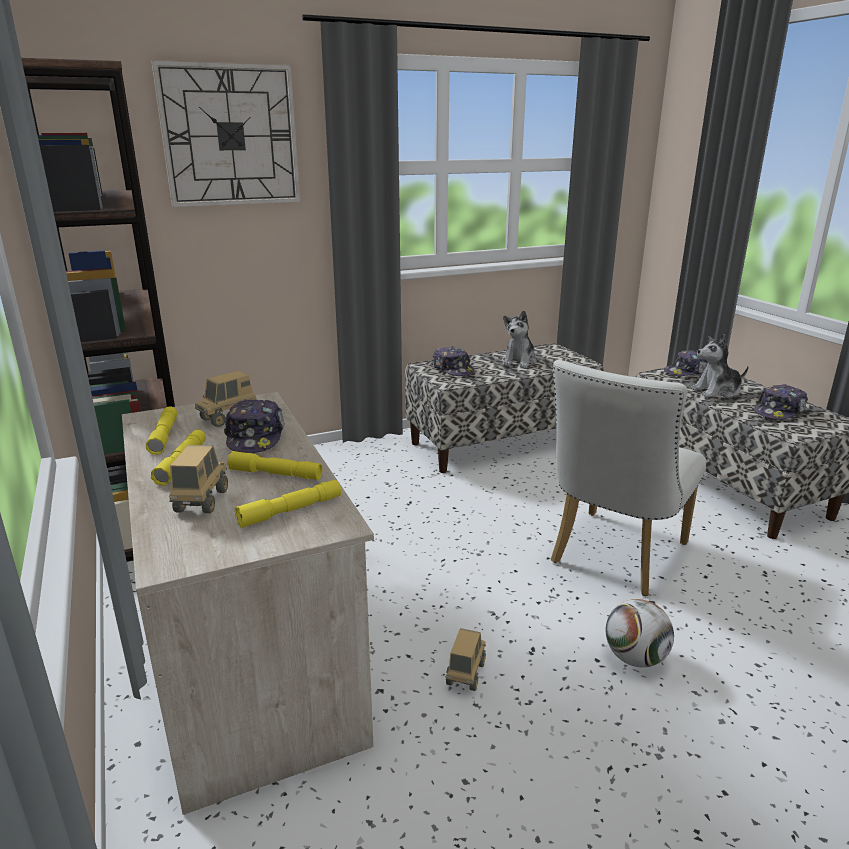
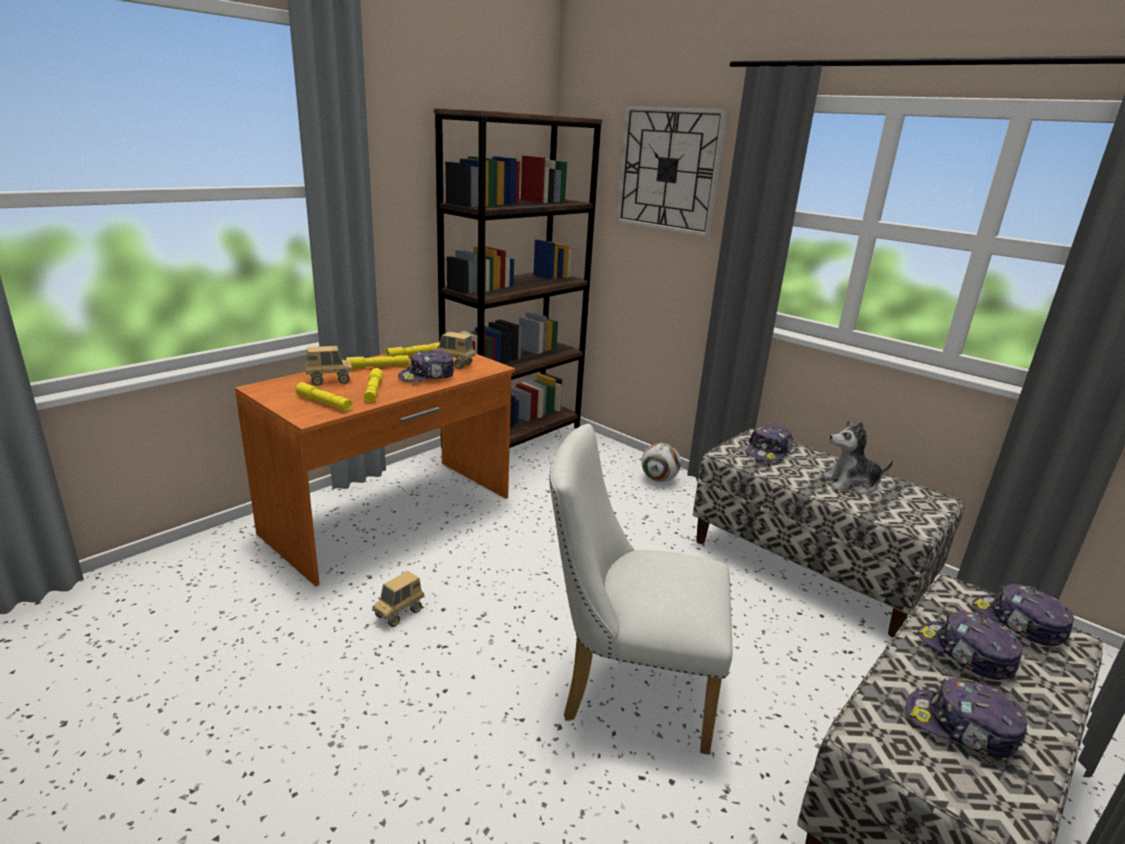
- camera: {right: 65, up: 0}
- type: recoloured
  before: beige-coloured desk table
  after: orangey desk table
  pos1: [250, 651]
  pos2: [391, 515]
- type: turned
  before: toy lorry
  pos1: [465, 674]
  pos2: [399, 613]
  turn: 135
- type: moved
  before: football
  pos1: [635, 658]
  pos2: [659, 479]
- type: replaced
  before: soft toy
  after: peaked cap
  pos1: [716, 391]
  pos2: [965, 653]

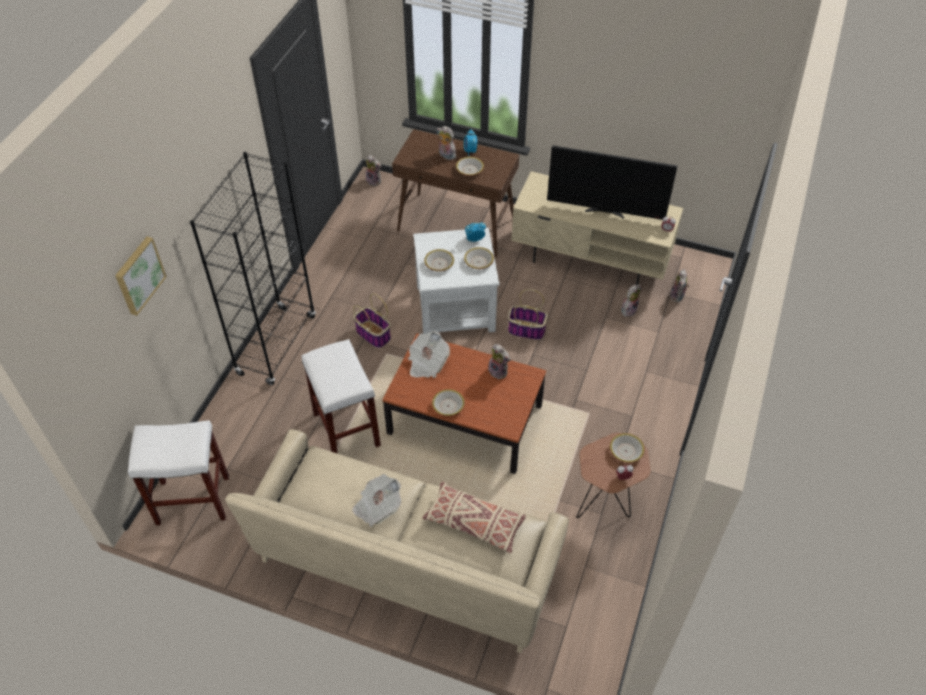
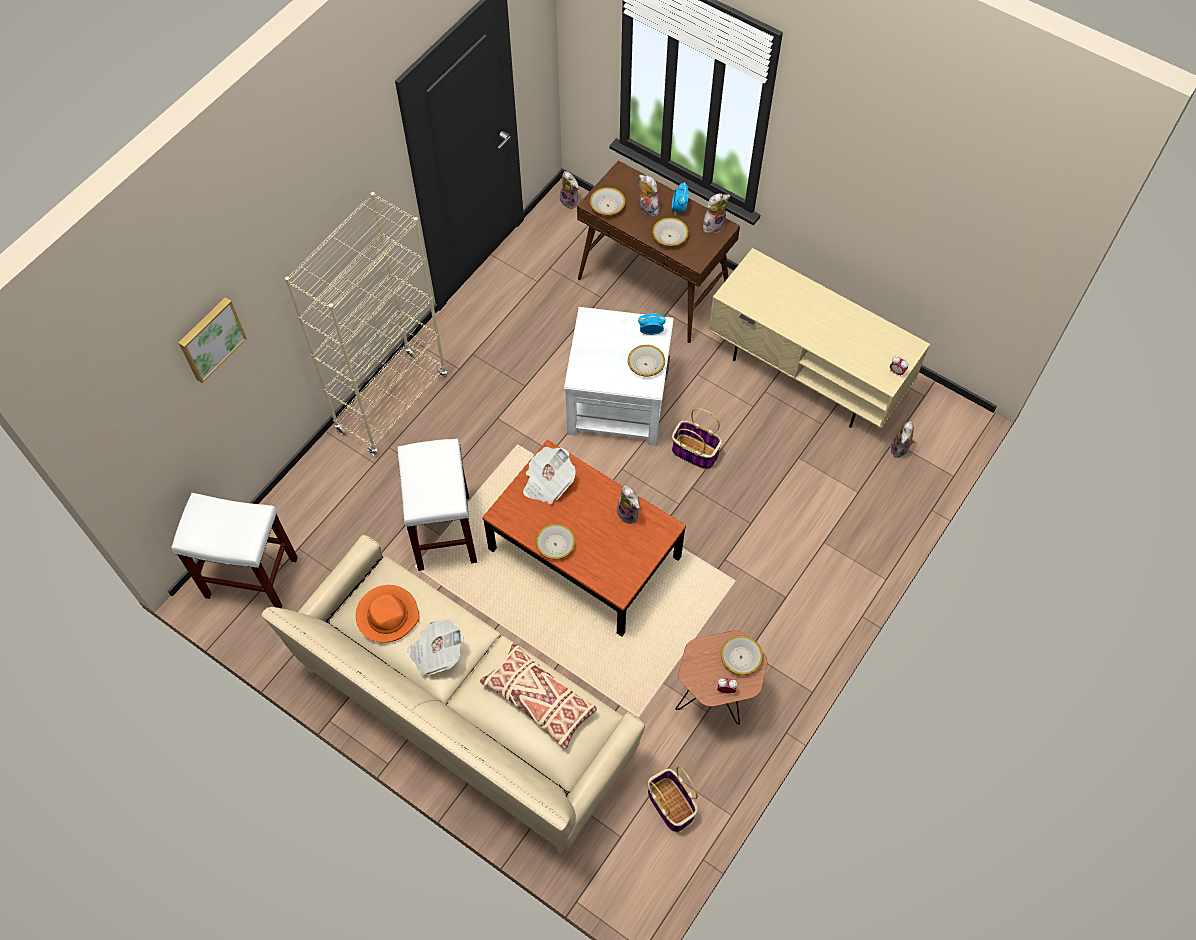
- camera: {right: 15, up: 10}
- type: recoloured
  before: black bookcase
  after: beige-coloured bookcase
  pos1: [276, 345]
  pos2: [393, 404]
- type: moved
  before: storage basket
  pos1: [374, 335]
  pos2: [671, 805]
- type: moved
  before: serving bowl
  pos1: [439, 264]
  pos2: [607, 206]
- type: removed
  before: TV set
  pos1: [605, 212]
- type: moved
  before: soft toy
  pos1: [628, 309]
  pos2: [713, 224]
- type: added
  after: orangey clothing hat
  pos2: [387, 615]

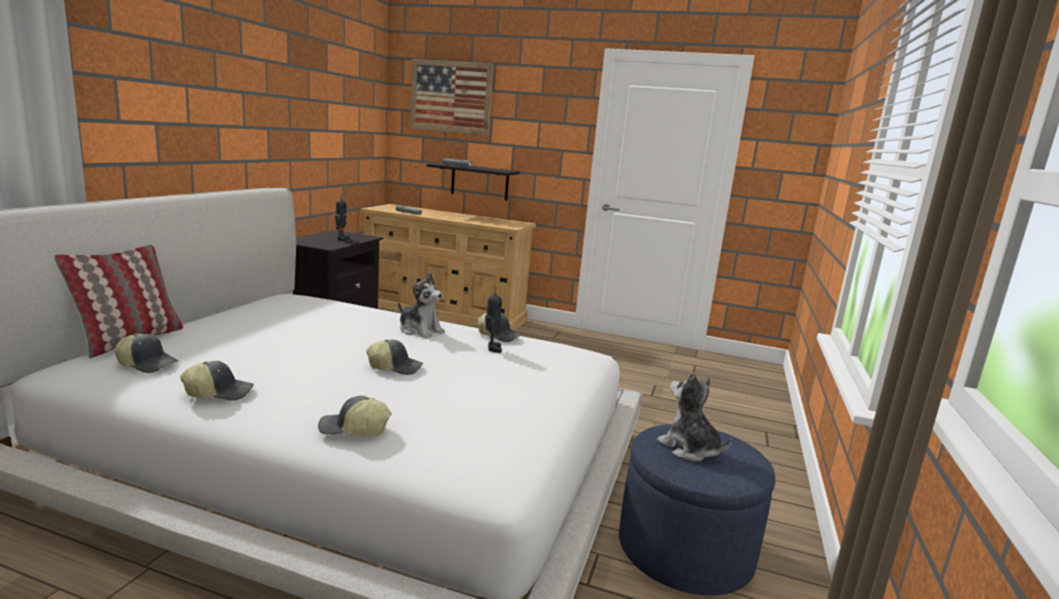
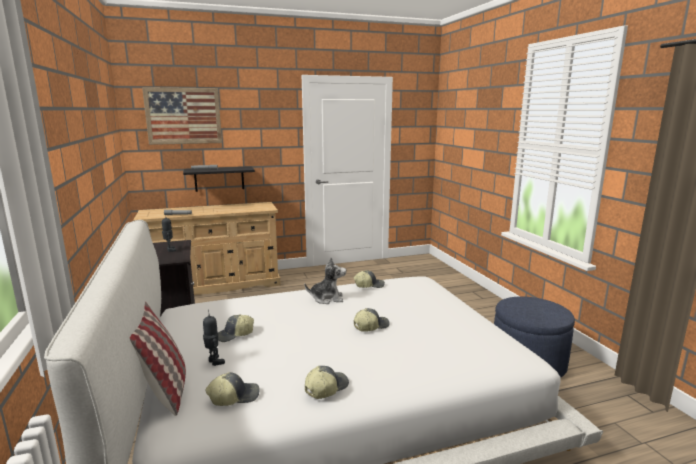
- camera: {right: -35, up: 0}
- type: moved
  before: peaked cap
  pos1: [353, 430]
  pos2: [234, 335]
- type: moved
  before: robot figure
  pos1: [492, 348]
  pos2: [214, 362]
- type: removed
  before: soft toy
  pos1: [689, 449]

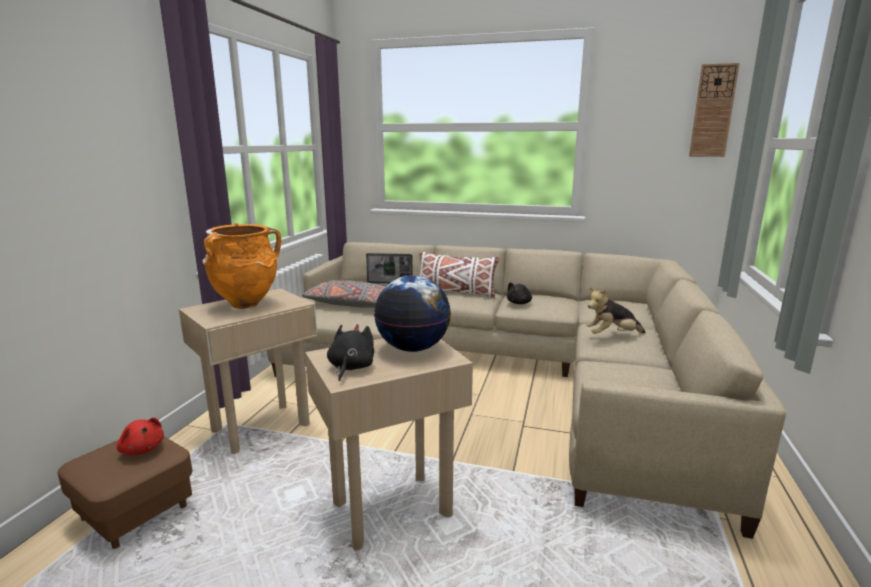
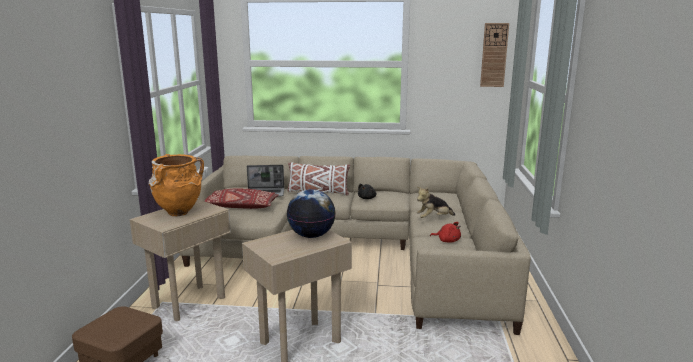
- camera: {right: -10, up: 0}
- type: moved
  before: red soft toy
  pos1: [142, 449]
  pos2: [447, 241]
- type: recoloured
  before: greyish pillow
  after: red pillow
  pos1: [351, 304]
  pos2: [241, 206]
- type: removed
  before: black soft toy
  pos1: [350, 368]

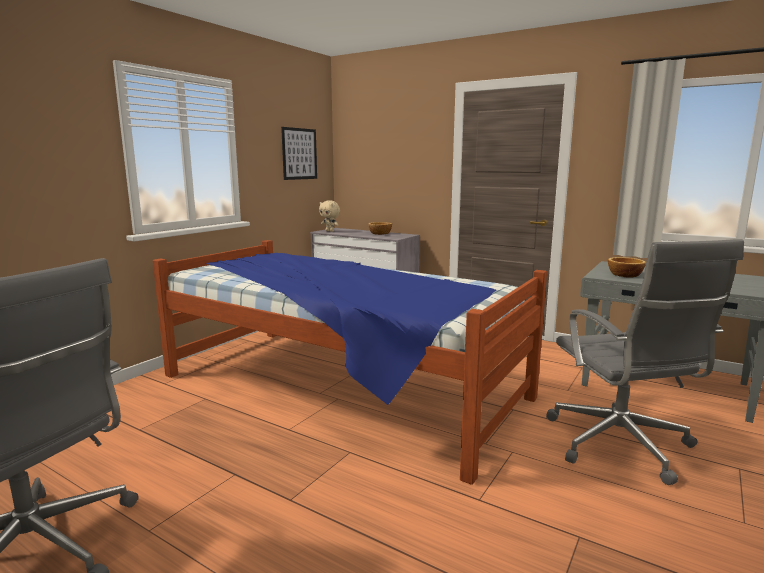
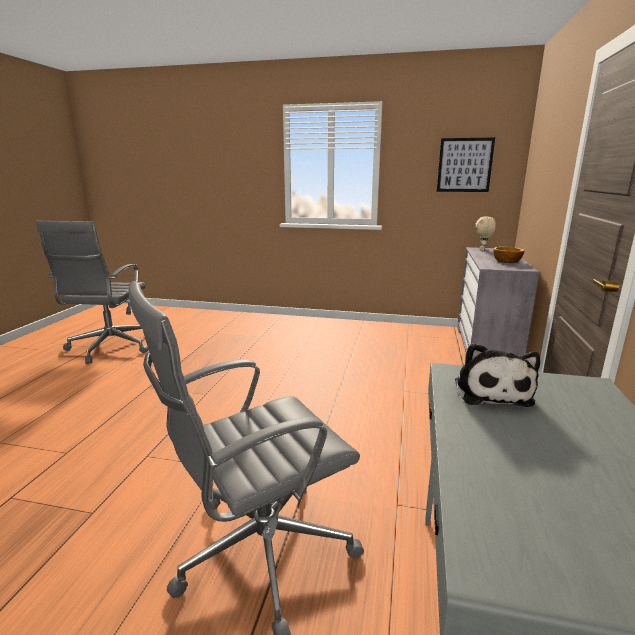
- camera: {right: 70, up: 5}
- type: removed
  before: bed
  pos1: [340, 387]
- type: replaced
  before: serving bowl
  after: soft toy
  pos1: [624, 275]
  pos2: [491, 391]

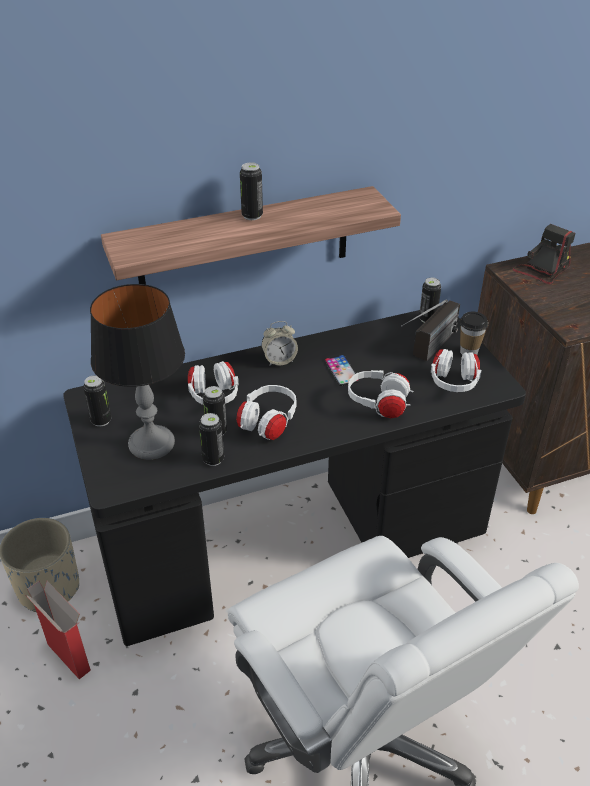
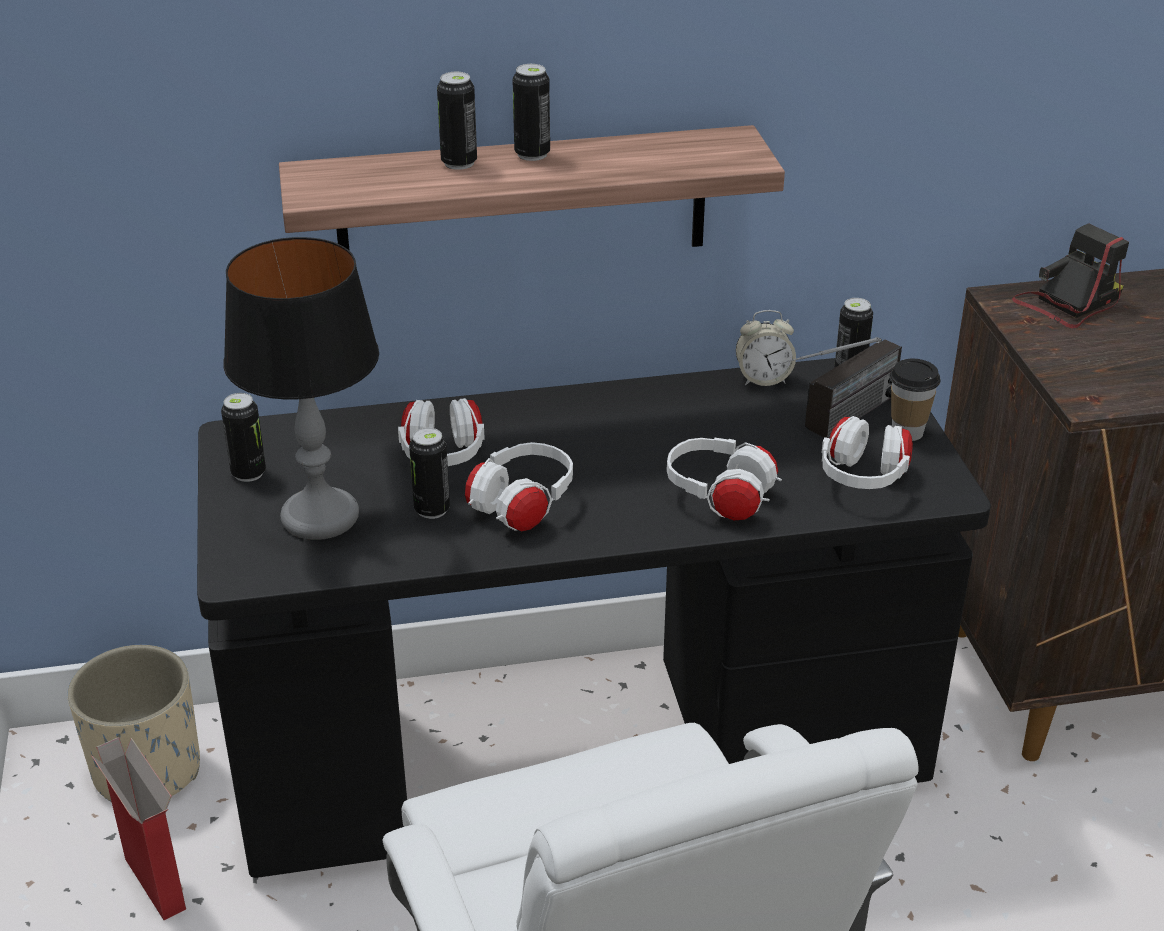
- camera: {right: 10, up: -5}
- type: moved
  before: can
  pos1: [213, 459]
  pos2: [459, 163]
- type: moved
  before: table clock
  pos1: [279, 360]
  pos2: [763, 379]
- type: removed
  before: phone
  pos1: [341, 370]

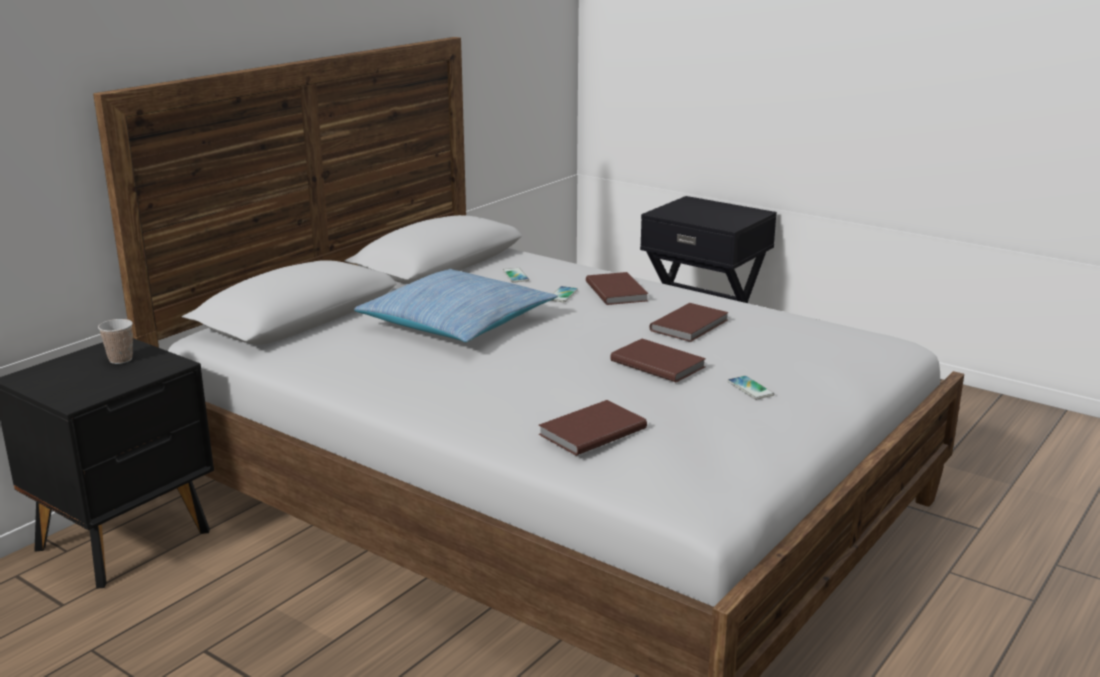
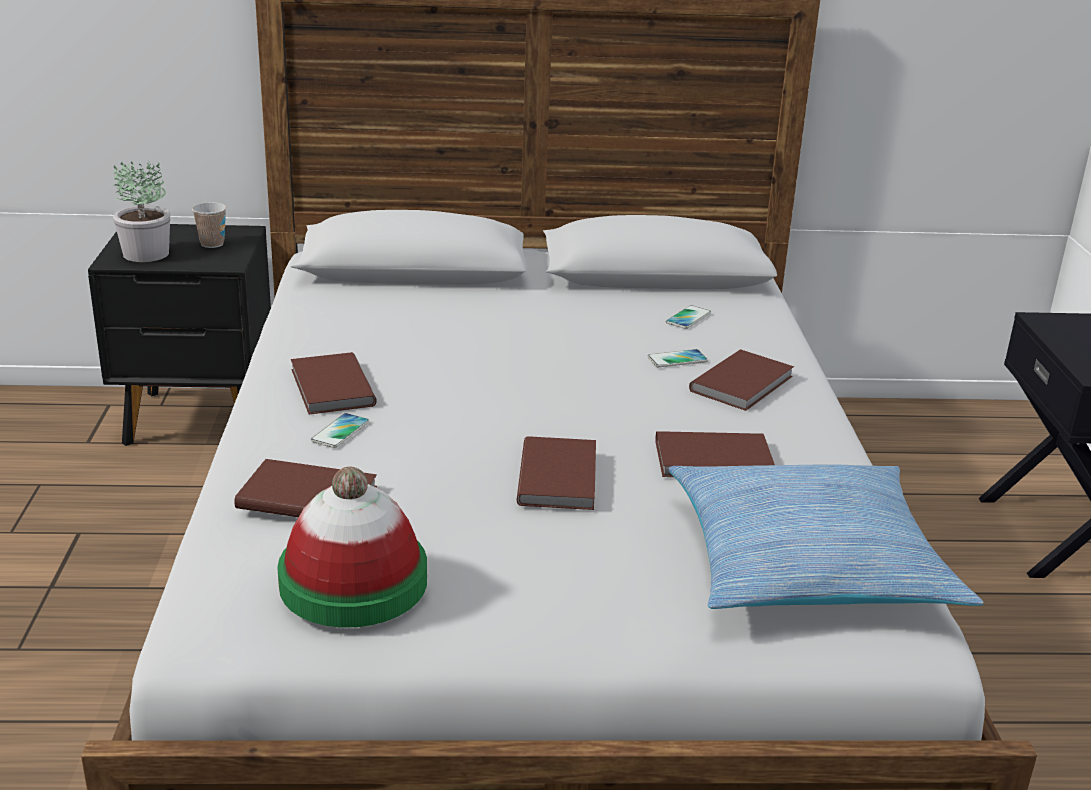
- camera: {right: 50, up: 5}
- type: moved
  before: pillow
  pos1: [457, 323]
  pos2: [807, 562]
- type: moved
  before: phone
  pos1: [750, 388]
  pos2: [340, 432]
- type: added
  after: plant in a pot
  pos2: [146, 254]
- type: added
  after: clothing hat
  pos2: [353, 582]
- type: added
  after: brown-coloured bound book
  pos2: [330, 388]

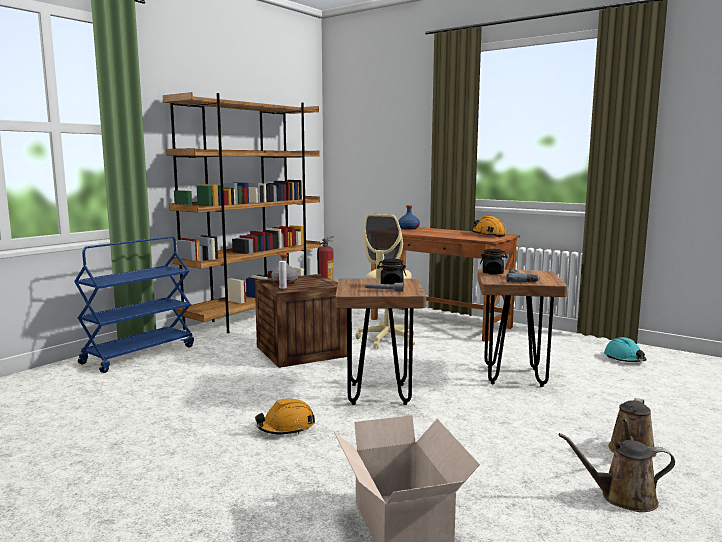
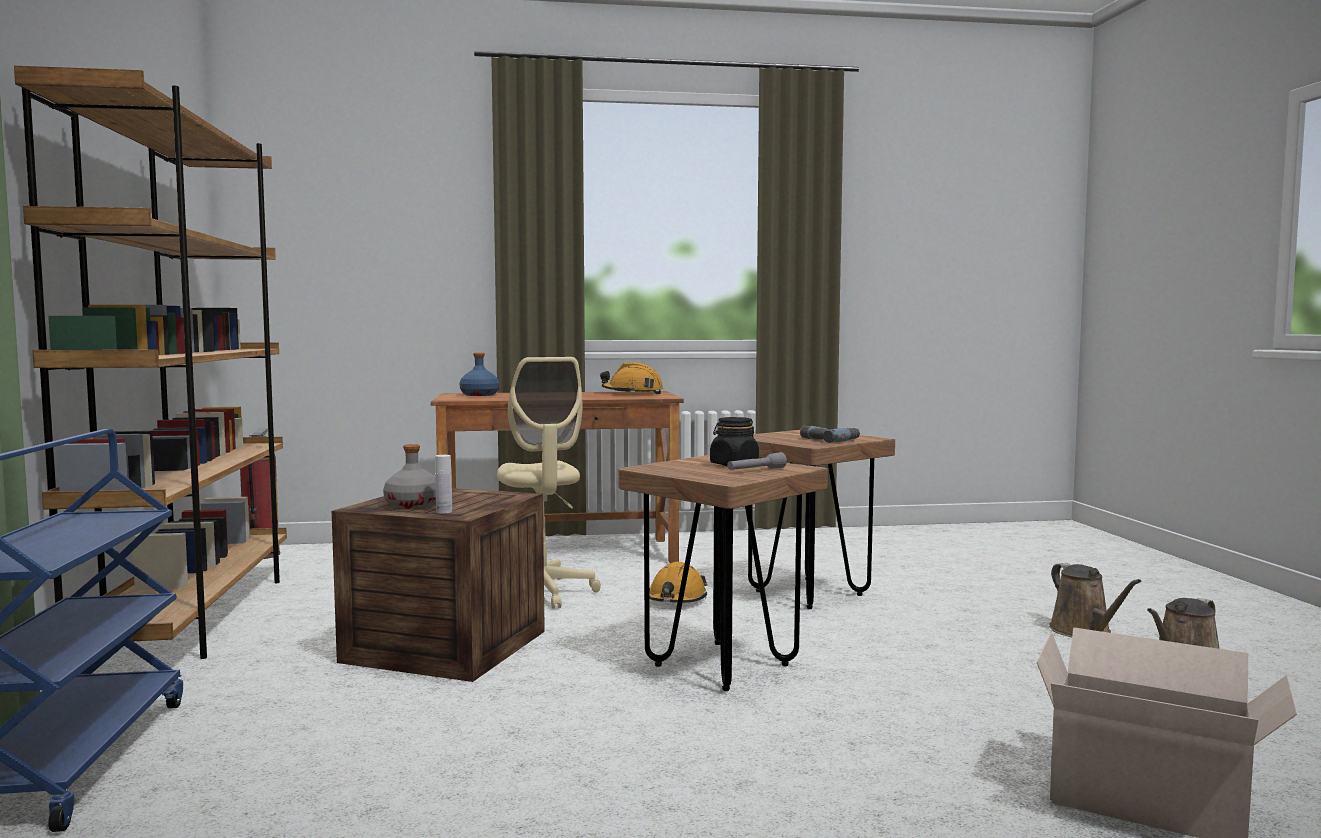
- camera: {right: -45, up: -5}
- type: moved
  before: orangey safety helmet
  pos1: [286, 427]
  pos2: [676, 599]
- type: removed
  before: black storage jar
  pos1: [493, 273]
- type: removed
  before: turquoise safety helmet
  pos1: [624, 359]

